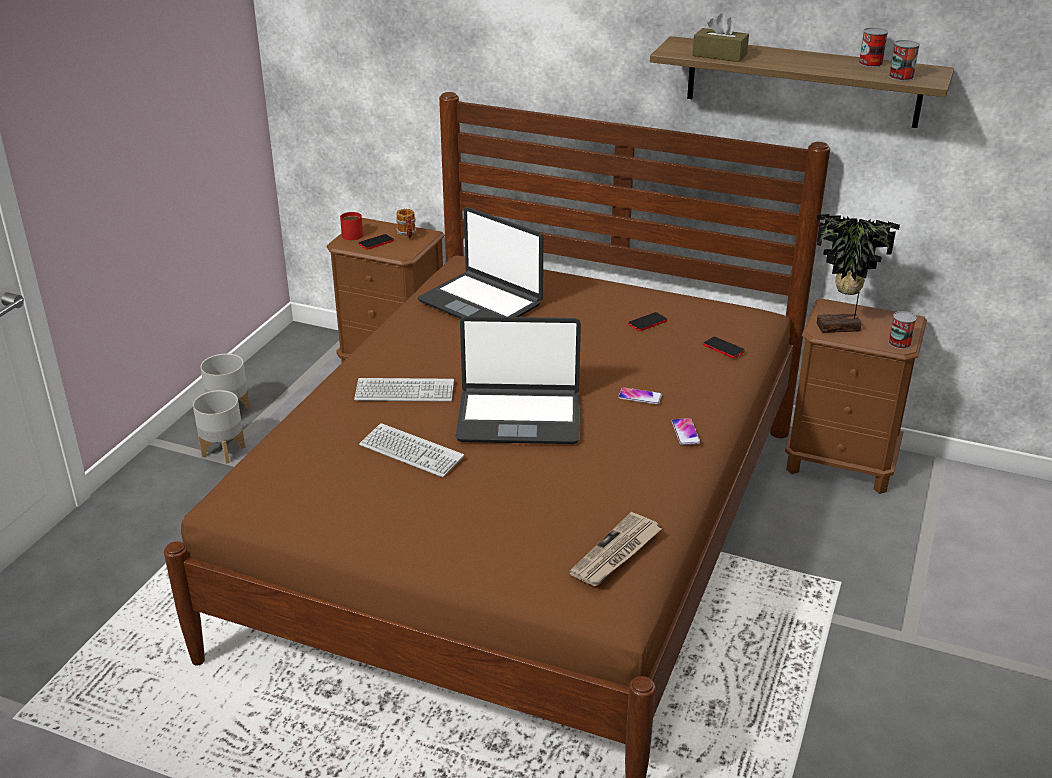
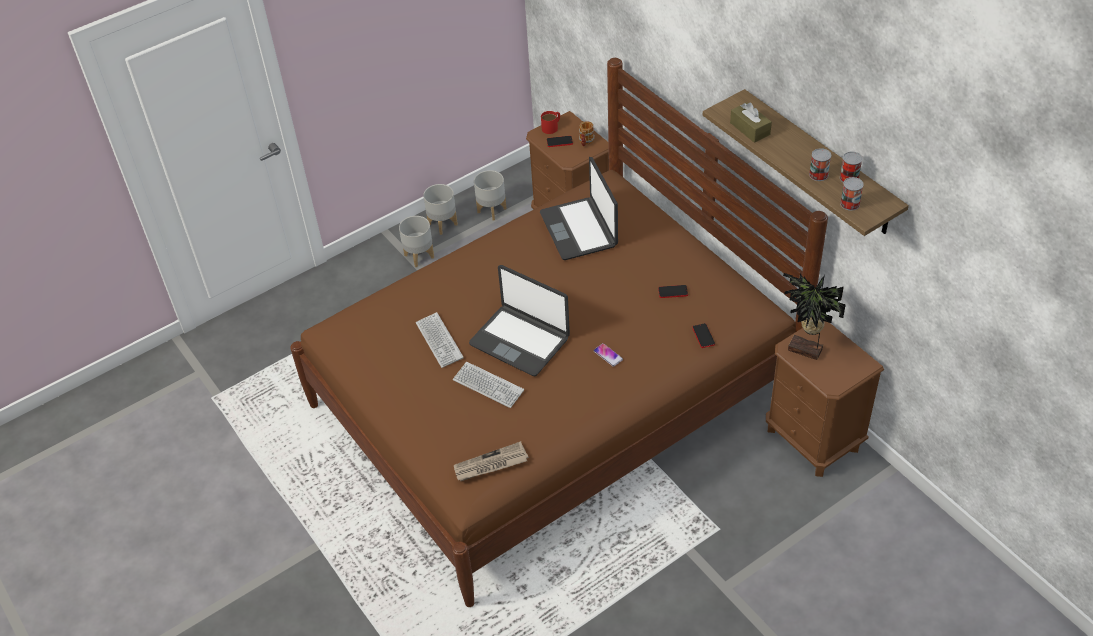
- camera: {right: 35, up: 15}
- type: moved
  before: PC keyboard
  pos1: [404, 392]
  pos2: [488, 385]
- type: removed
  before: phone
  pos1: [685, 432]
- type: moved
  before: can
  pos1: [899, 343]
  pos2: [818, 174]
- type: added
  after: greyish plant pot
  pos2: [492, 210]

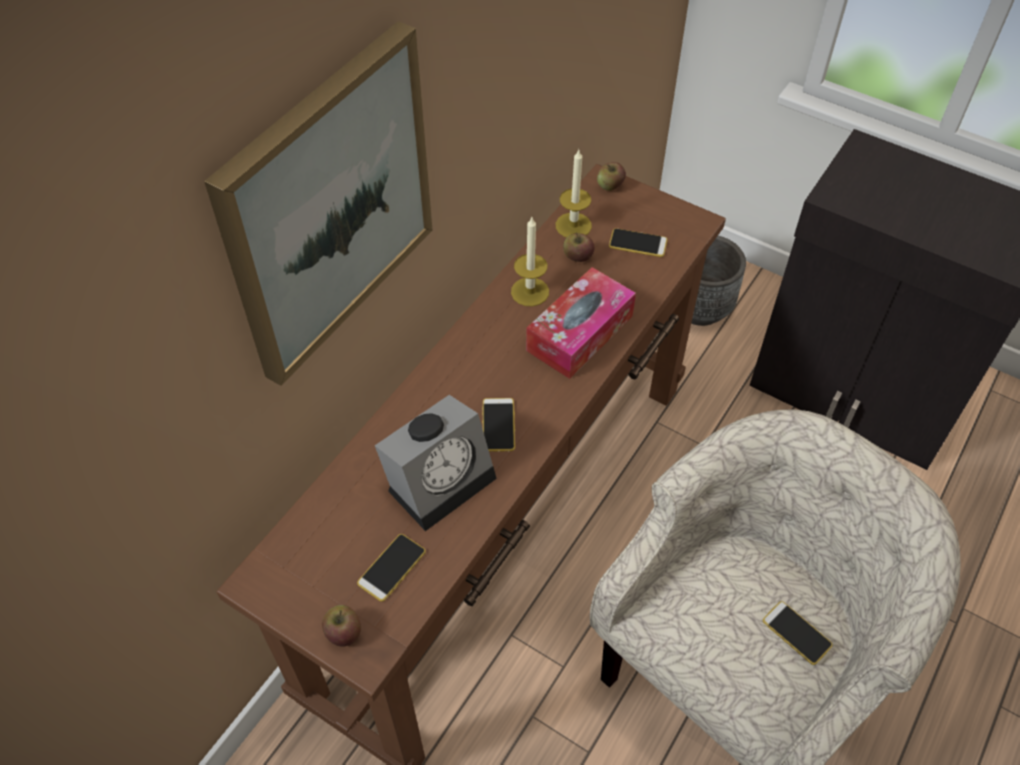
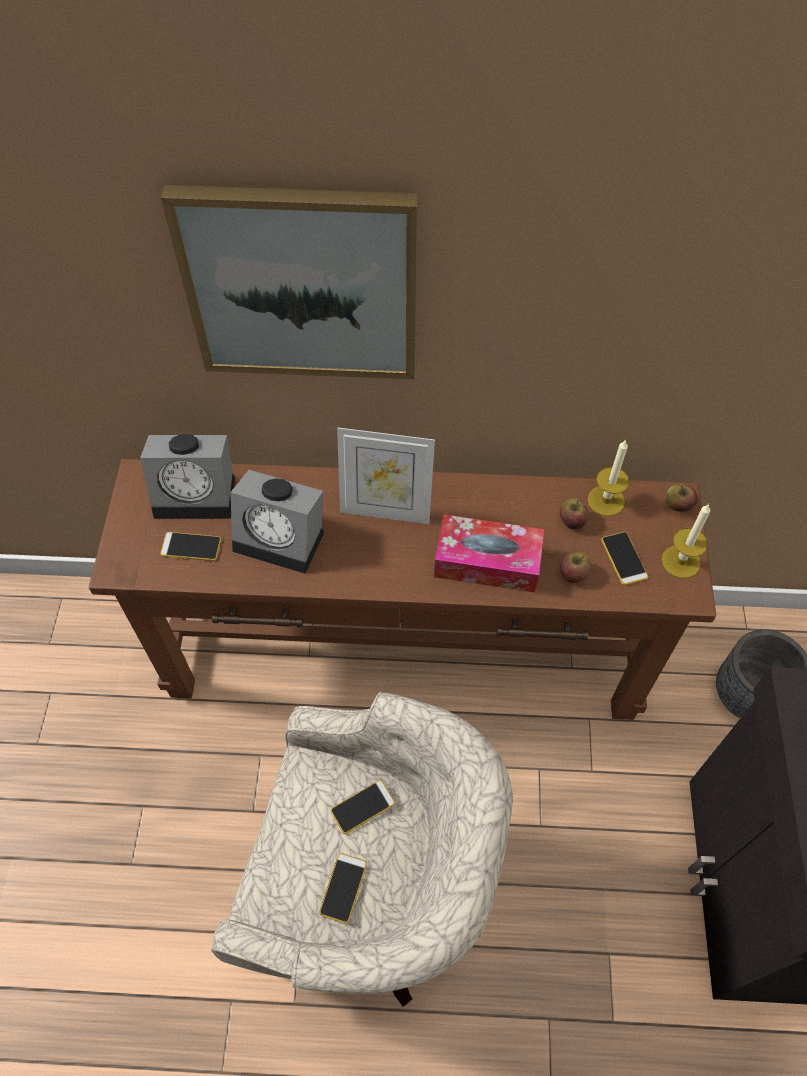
- camera: {right: 60, up: 5}
- type: moved
  before: whole apple
  pos1: [343, 633]
  pos2: [573, 573]
- type: moved
  before: phone
  pos1: [498, 425]
  pos2: [362, 807]
- type: moved
  before: wax candle
  pos1: [530, 292]
  pos2: [680, 561]
- type: added
  after: table clock
  pos2: [198, 494]
- type: added
  after: photo frame
  pos2: [386, 510]

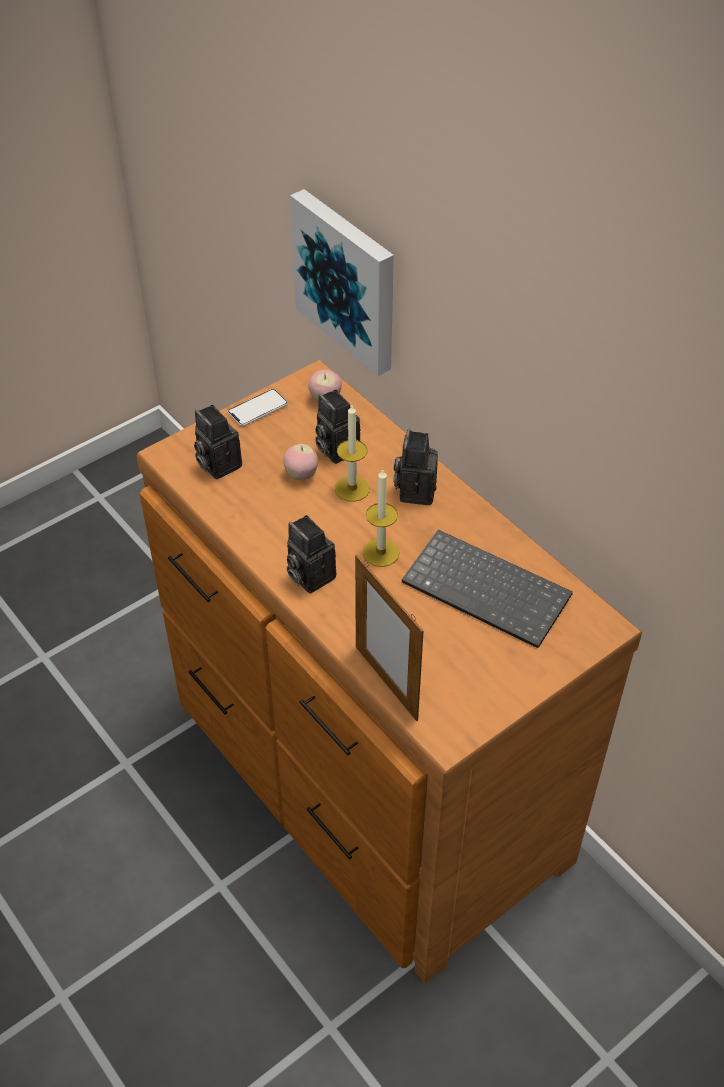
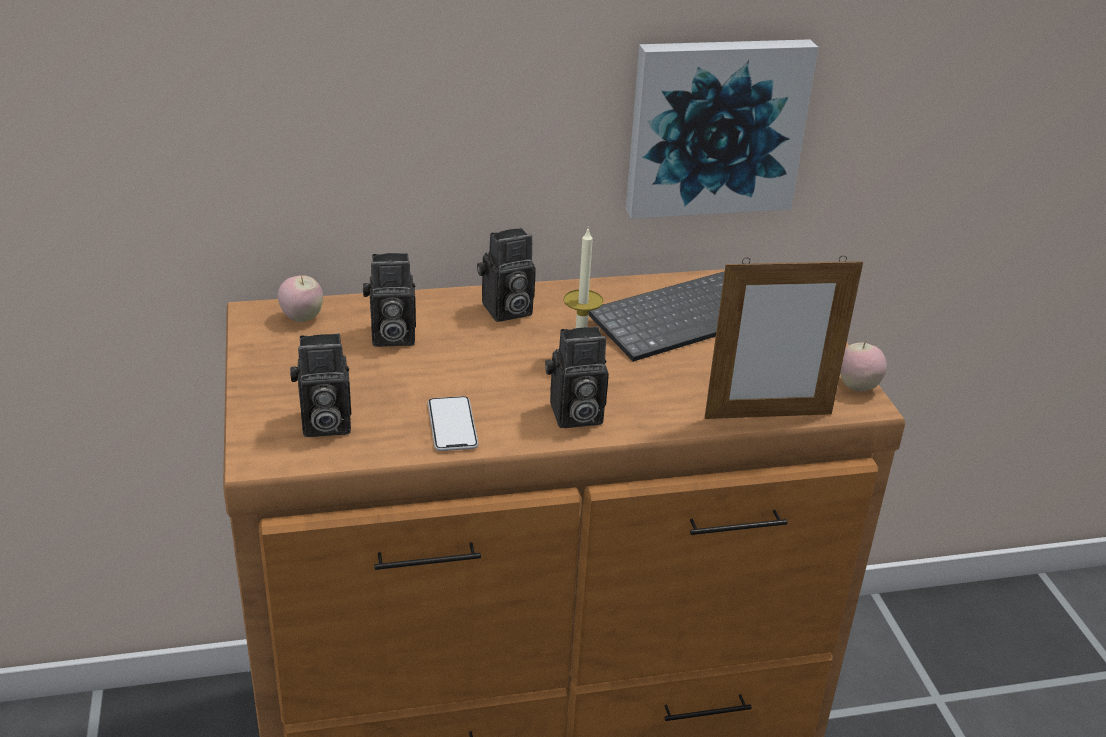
- camera: {right: -65, up: -15}
- type: moved
  before: phone
  pos1: [258, 408]
  pos2: [452, 425]
- type: moved
  before: whole apple
  pos1: [301, 475]
  pos2: [857, 387]
- type: moved
  before: picture
  pos1: [348, 280]
  pos2: [715, 126]
- type: removed
  before: wax candle
  pos1: [352, 488]
- type: turned
  before: still camera
  pos1: [415, 490]
  pos2: [506, 311]
  turn: -60

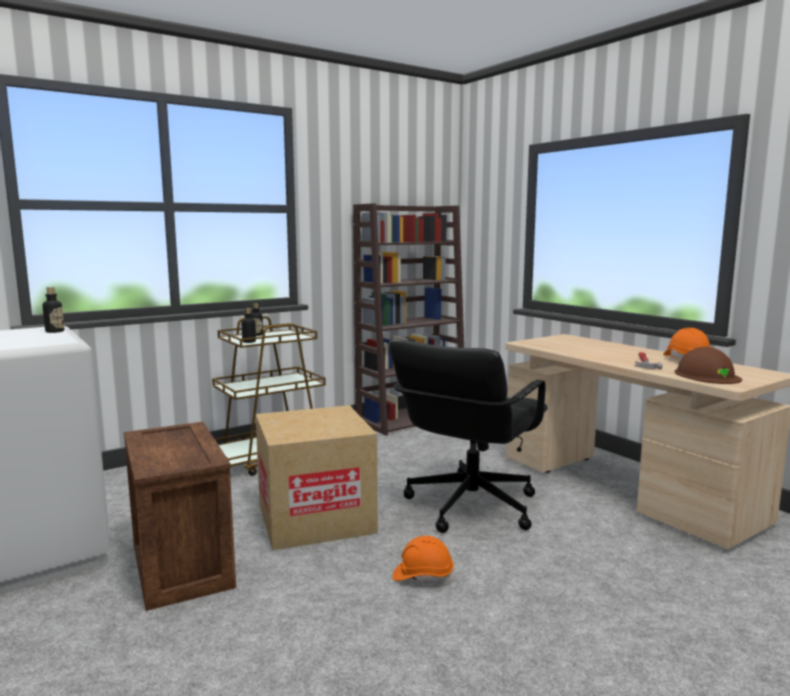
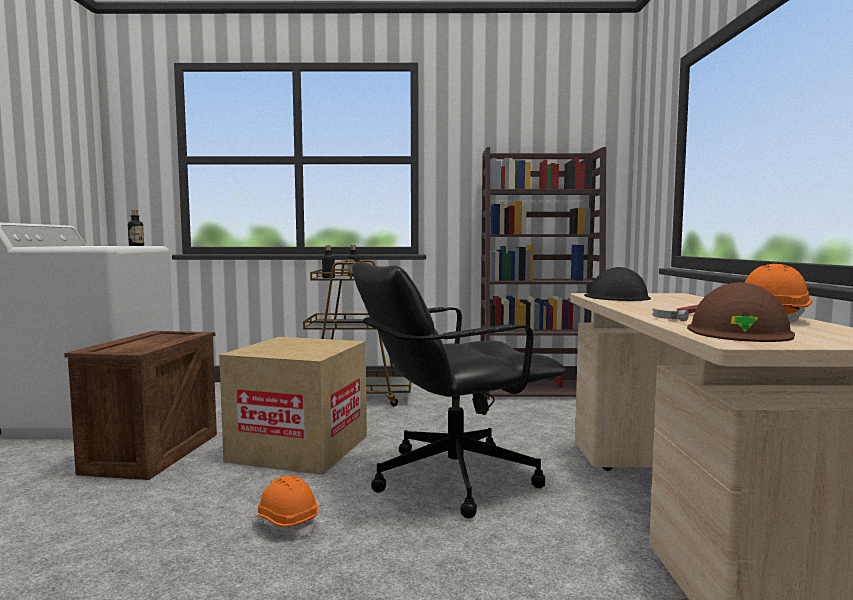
- camera: {right: 35, up: -5}
- type: added
  after: black safety helmet
  pos2: [616, 297]

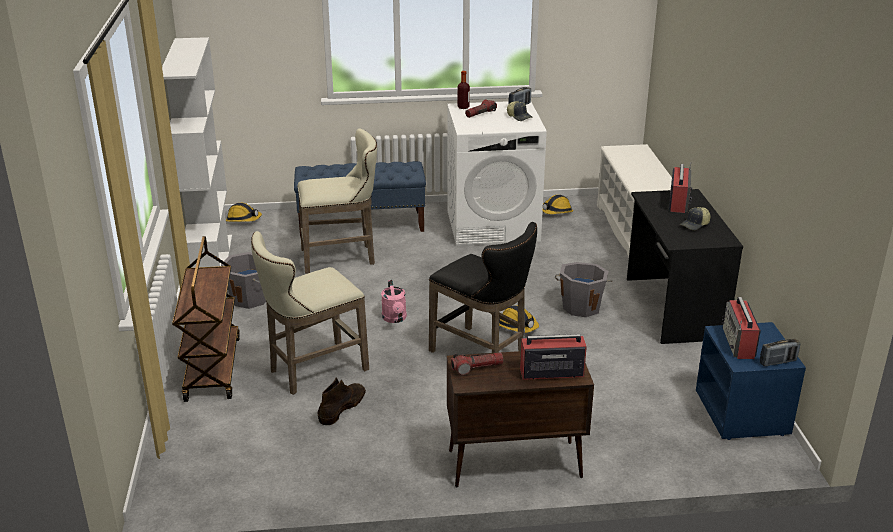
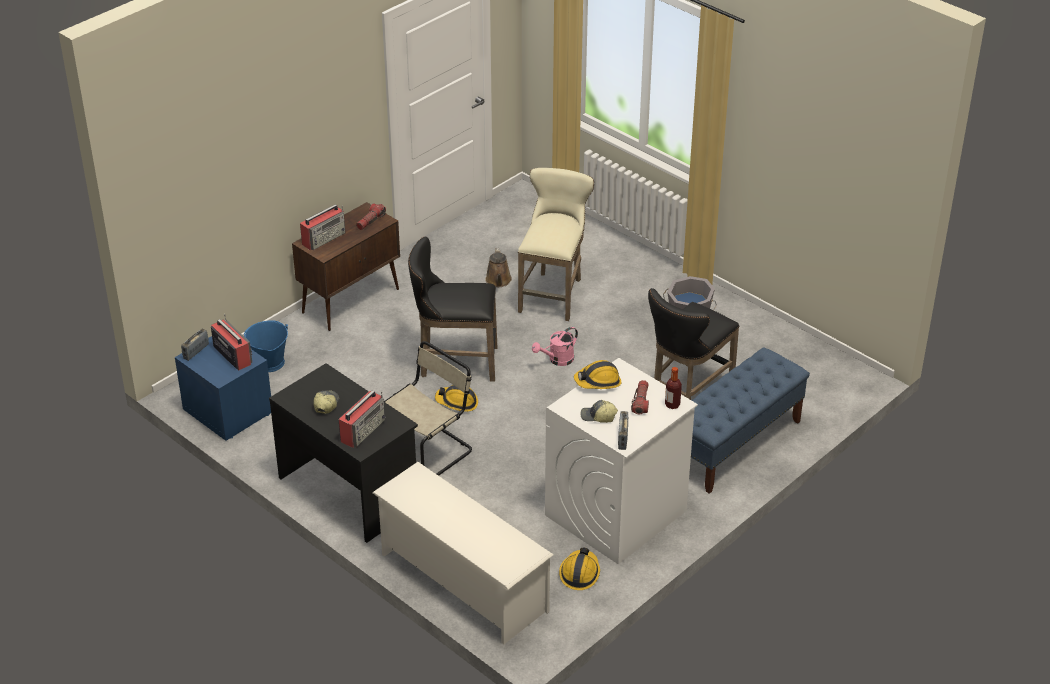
- camera: {right: 140, up: 10}
- type: removed
  before: white-coloured bookcase
  pos1: [210, 263]
- type: removed
  before: brown-coloured cart
  pos1: [212, 368]
- type: moved
  before: safety helmet
  pos1: [243, 220]
  pos2: [598, 382]
- type: recoloured
  before: beige-coloured stool
  after: black stool
  pos1: [342, 258]
  pos2: [687, 395]
- type: replaced
  before: brown-coloured high-top boot
  after: brown-coloured watering can
  pos1: [342, 407]
  pos2: [498, 281]
- type: turned
  before: pink-coloured watering can
  pos1: [395, 319]
  pos2: [557, 360]
  turn: -75
- type: replaced
  before: greyish bucket
  after: beige-coloured upright chair
  pos1: [581, 306]
  pos2: [428, 451]
- type: turned
  before: radio set
  pos1: [678, 202]
  pos2: [363, 430]
  turn: -120
- type: added
  after: bluish bucket
  pos2: [269, 362]

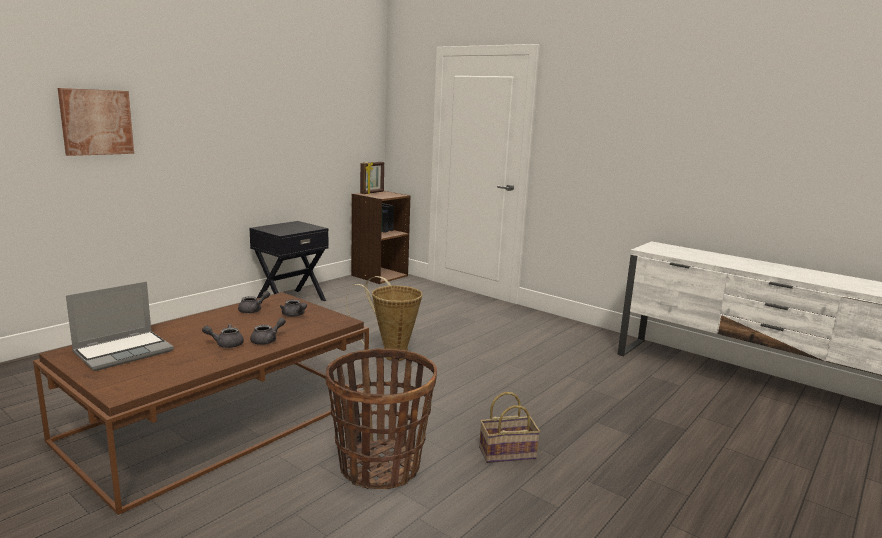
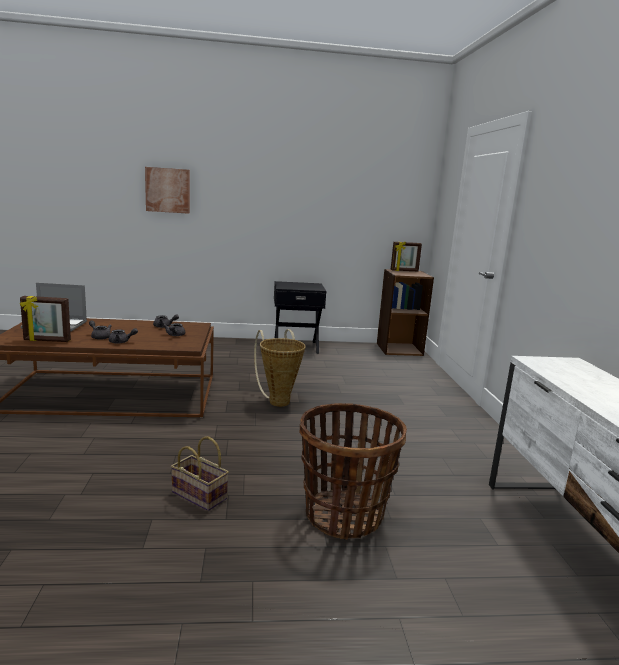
- camera: {right: 45, up: 0}
- type: moved
  before: storage basket
  pos1: [379, 466]
  pos2: [344, 515]
- type: added
  after: photo frame
  pos2: [47, 340]

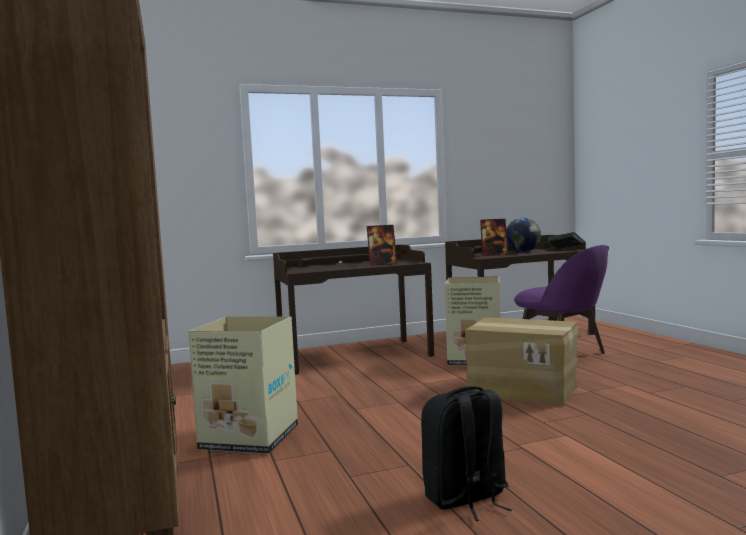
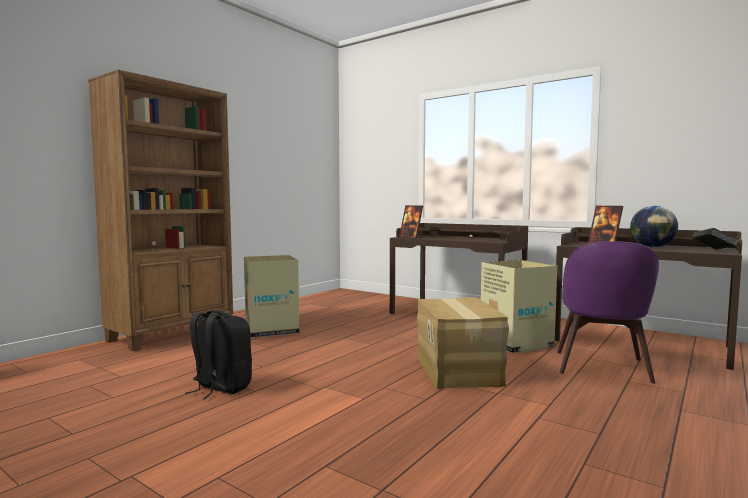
- camera: {right: 55, up: 0}
- type: moved
  before: photo frame
  pos1: [382, 264]
  pos2: [411, 237]

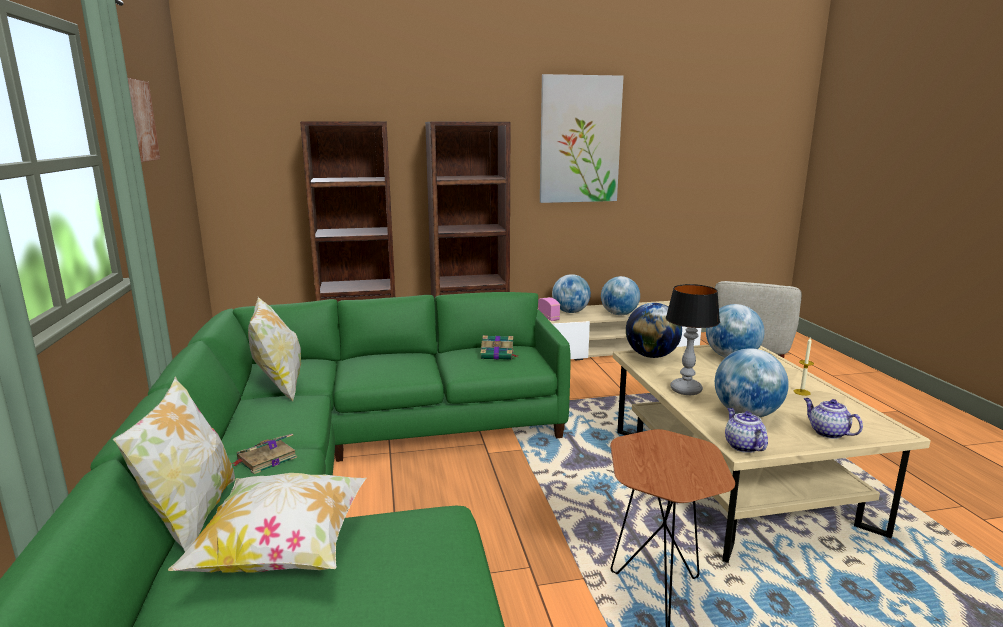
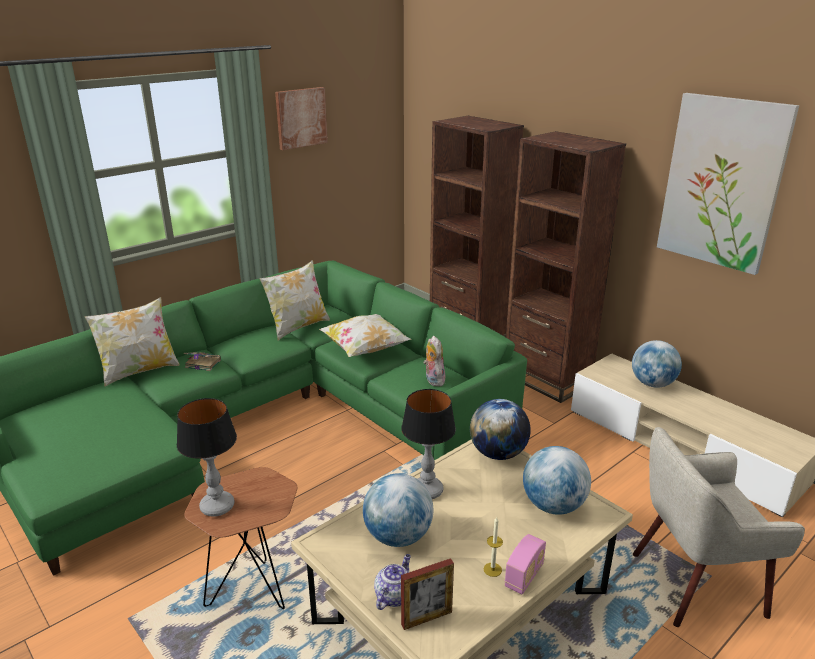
- camera: {right: 60, up: 10}
- type: moved
  before: pillow
  pos1: [283, 551]
  pos2: [365, 350]
- type: replaced
  before: bound book
  after: soft toy
  pos1: [498, 355]
  pos2: [433, 380]
- type: moved
  before: radio set
  pos1: [548, 318]
  pos2: [524, 576]
- type: removed
  before: world globe
  pos1: [619, 314]
- type: removed
  before: pot for tea
  pos1: [742, 446]
- type: added
  after: table lamp
  pos2: [216, 507]
- type: added
  after: photo frame
  pos2: [426, 618]

